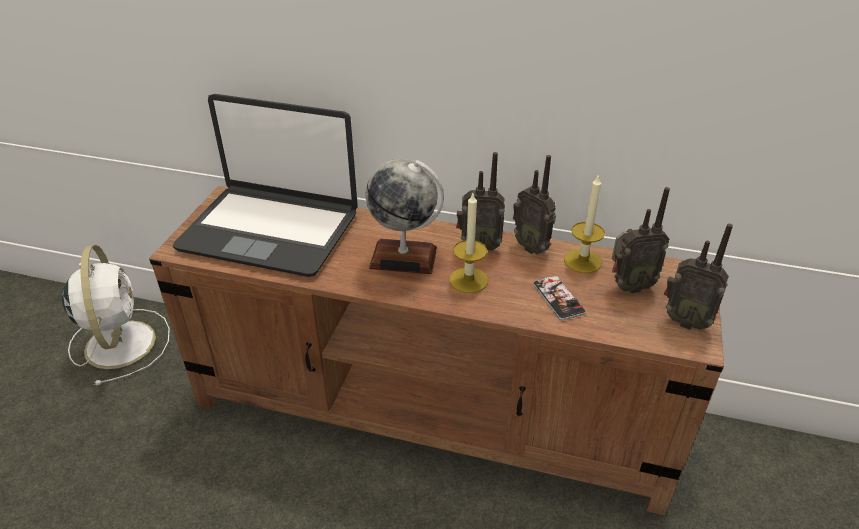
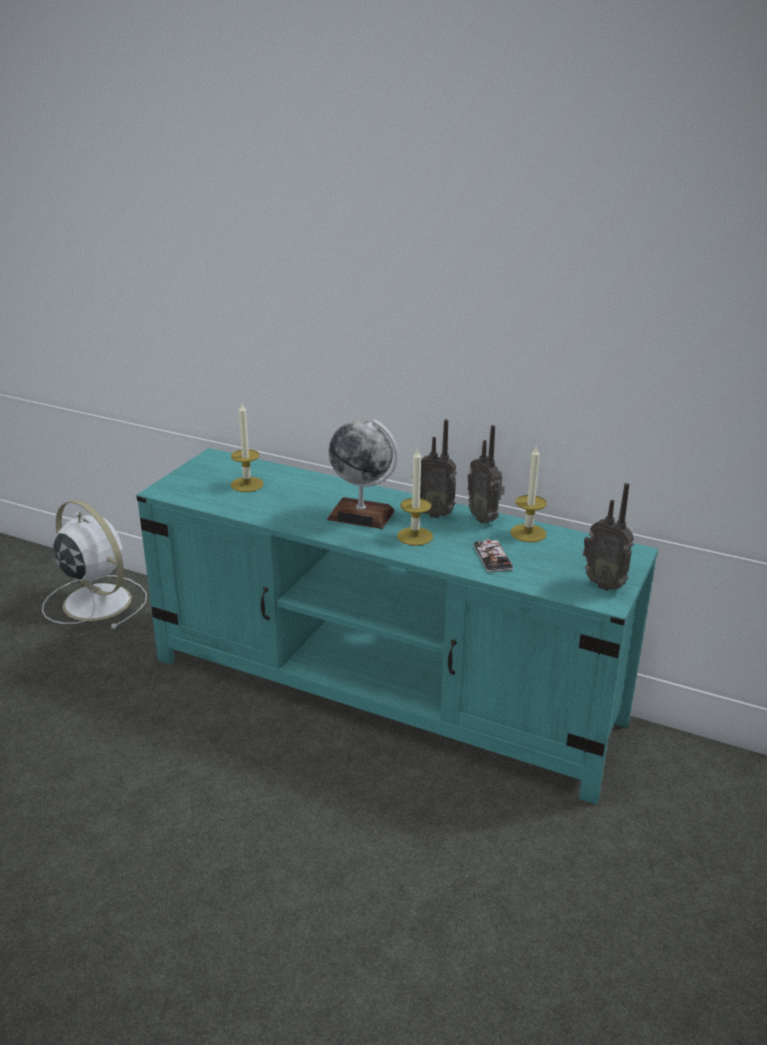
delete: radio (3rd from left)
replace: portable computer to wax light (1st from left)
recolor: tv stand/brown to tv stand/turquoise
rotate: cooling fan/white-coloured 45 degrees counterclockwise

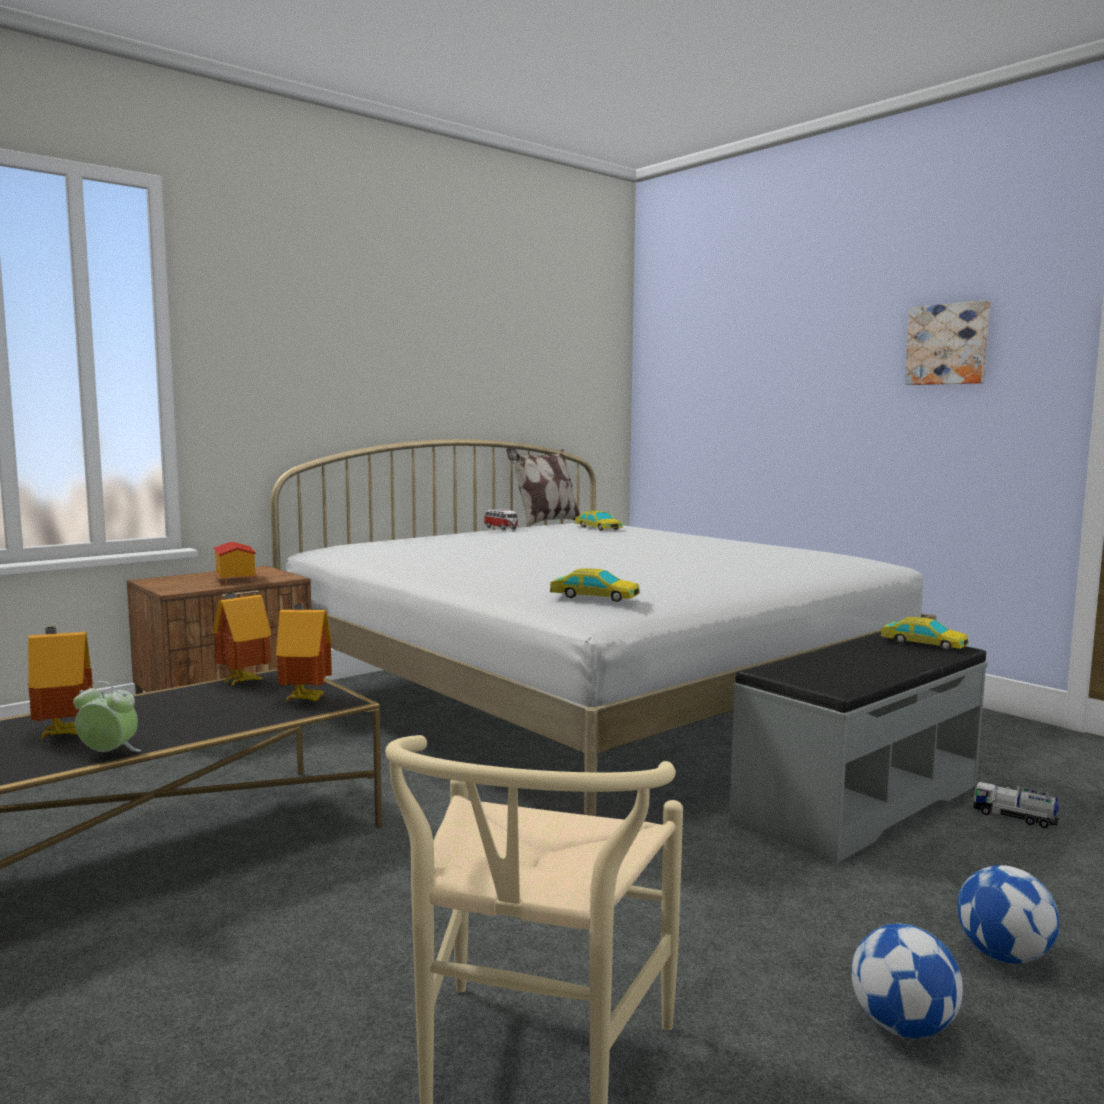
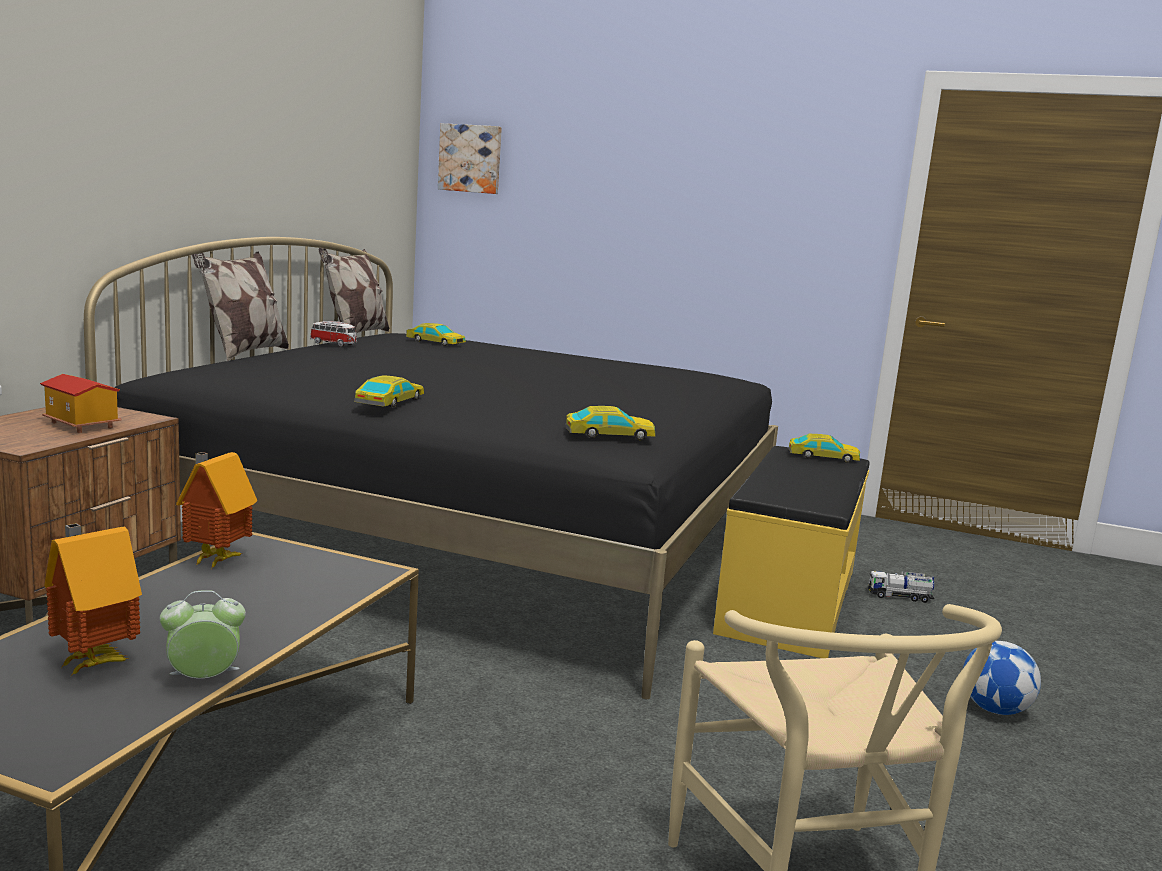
delete: miniature house (4th from left); football ball (1st from left)
insert: pillow (1st from left); miniature car (2nd from left)
move: wall art
recolor: sleeping bed/white-coloured to sleeping bed/black; bench/greyish to bench/yellow

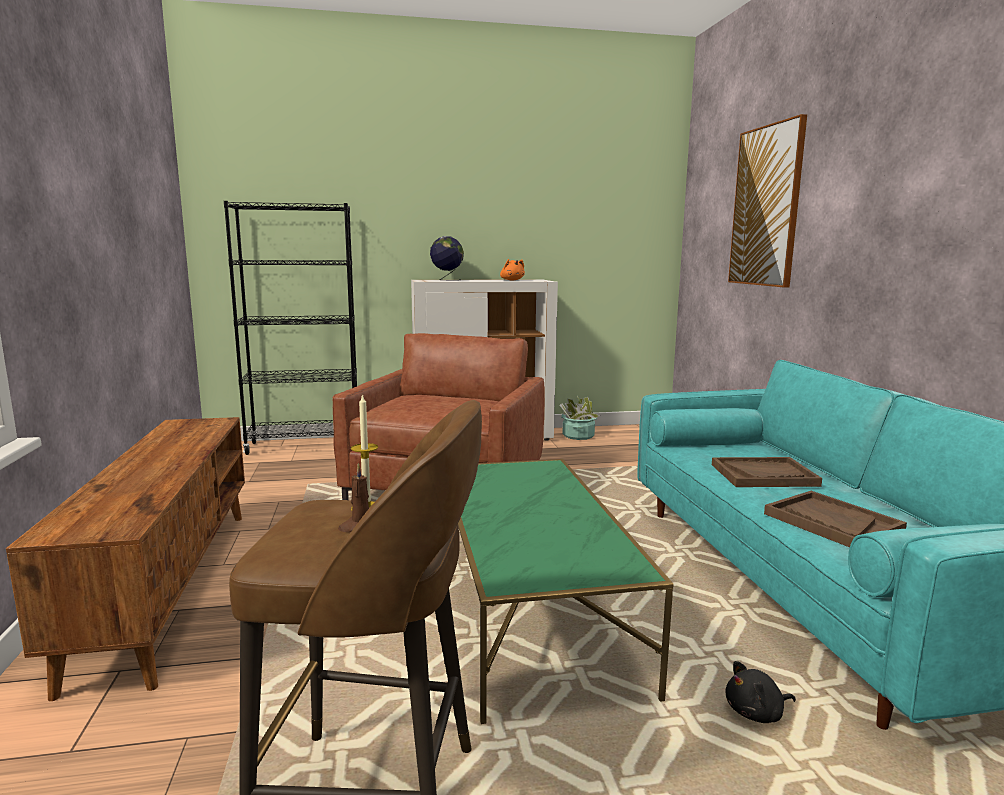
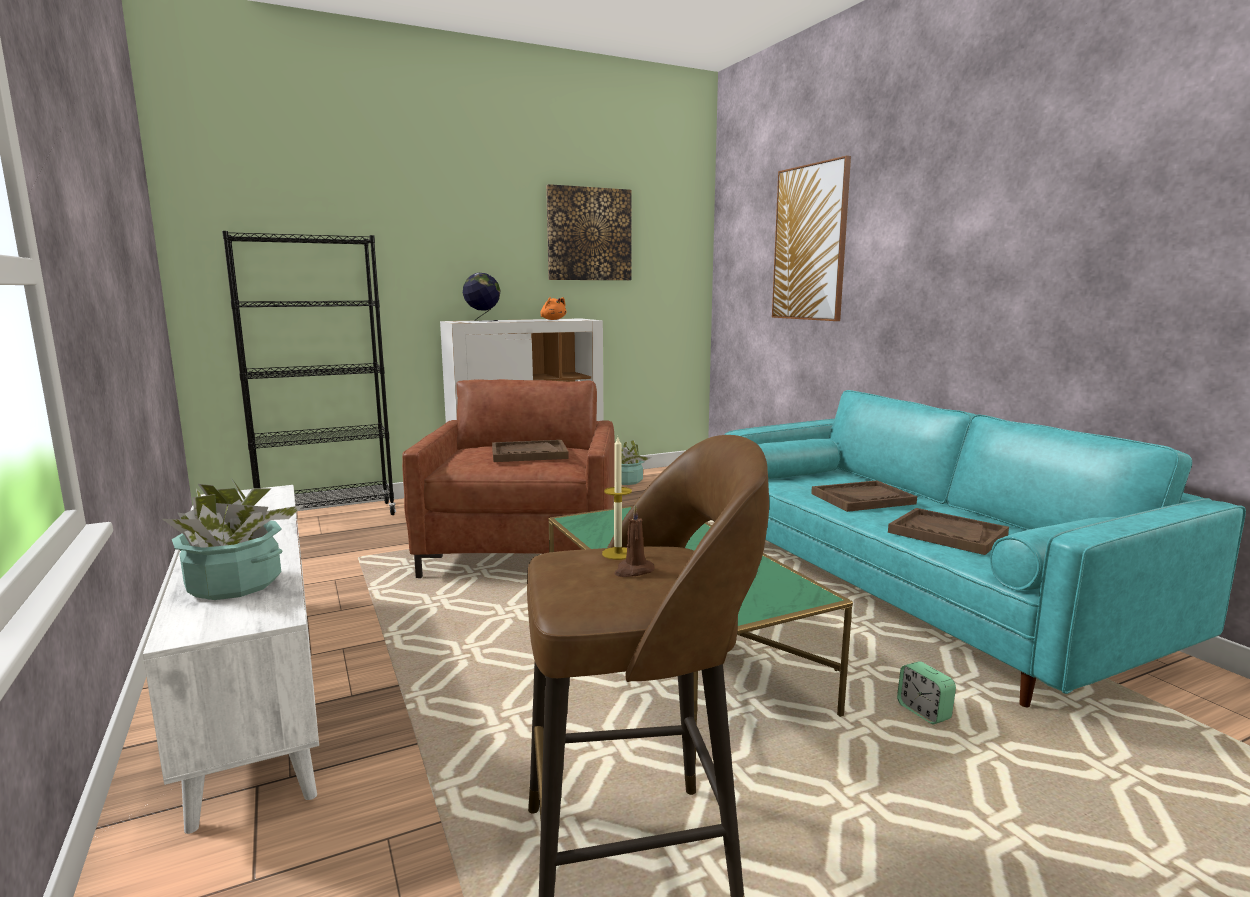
insert: potted plant (1st from left); carrying tray/brown (1st from left); wall art (1st from left)
replace: soft toy/black to alarm clock
recolor: tv stand/brown to tv stand/white-coloured

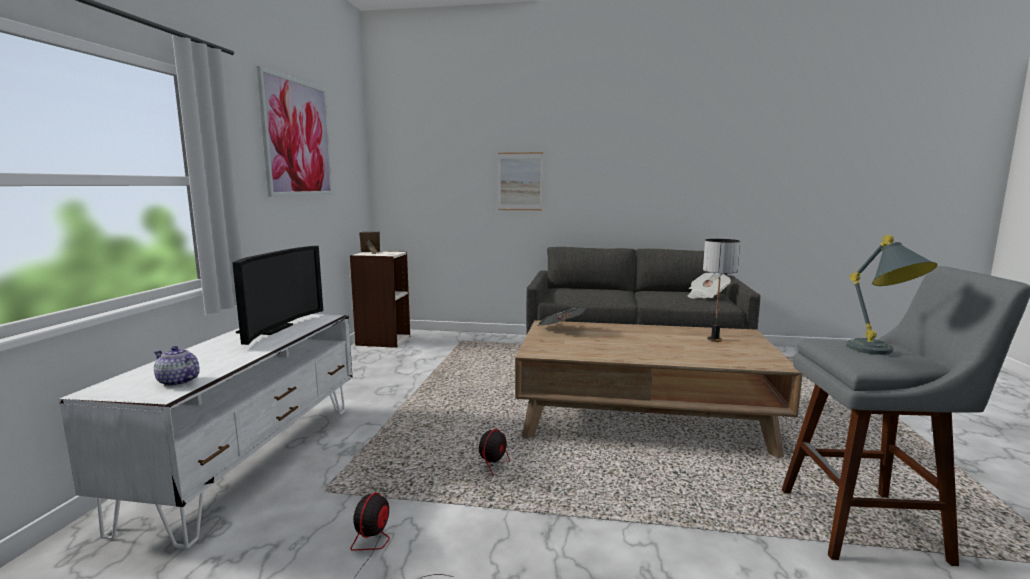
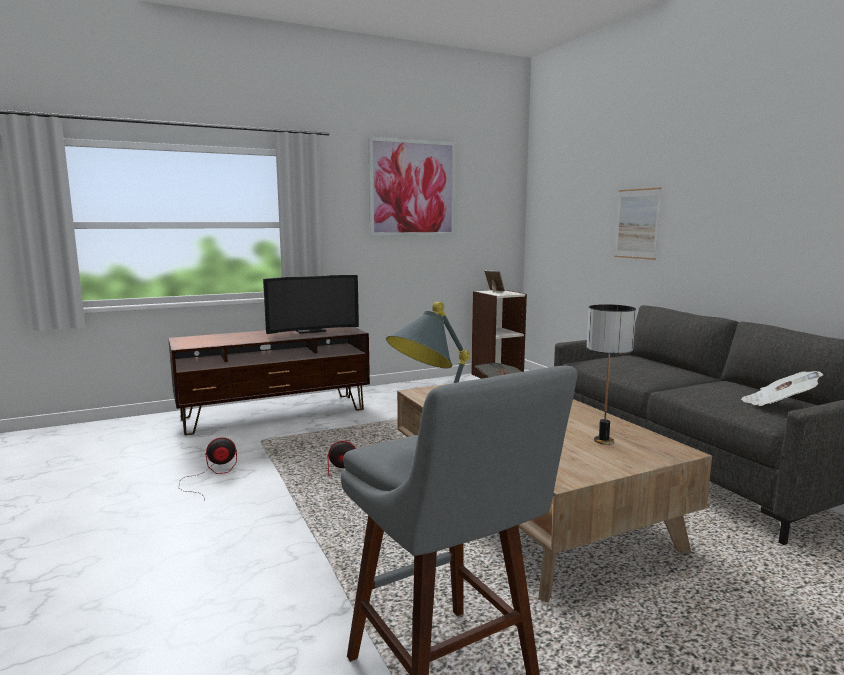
delete: tea pot
recolor: tv stand/white-coloured to tv stand/brown

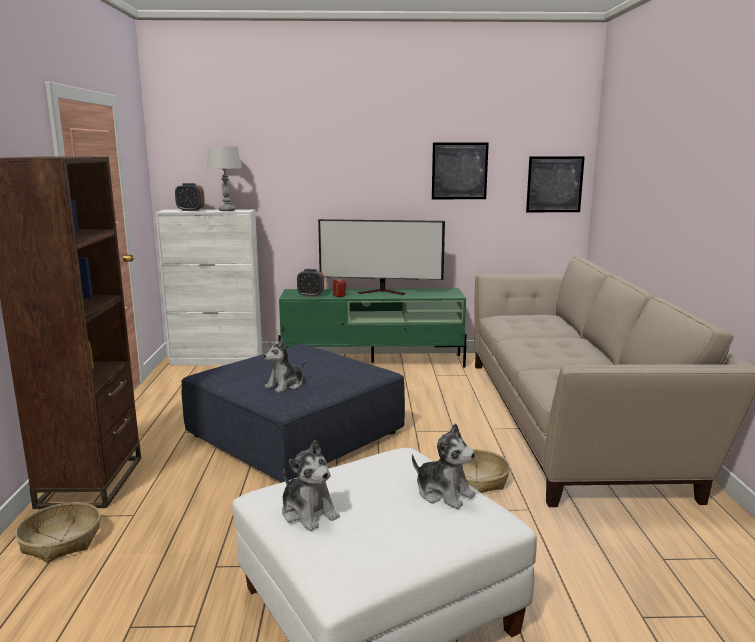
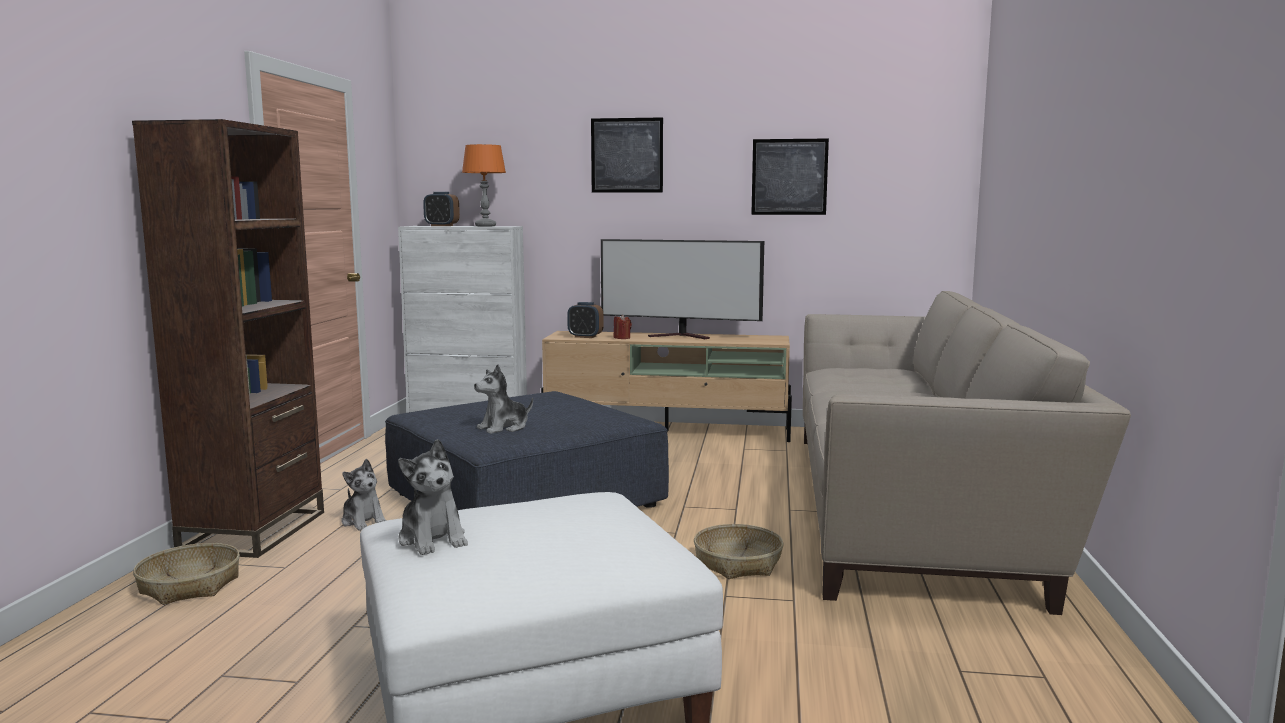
move: soft toy (3rd from left in the first image) to soft toy (1st from left); wall art (2nd from left in the first image) to wall art (1st from left)
recolor: tabletop lamp/greyish to tabletop lamp/orangey; tv stand/green-coloured to tv stand/beige

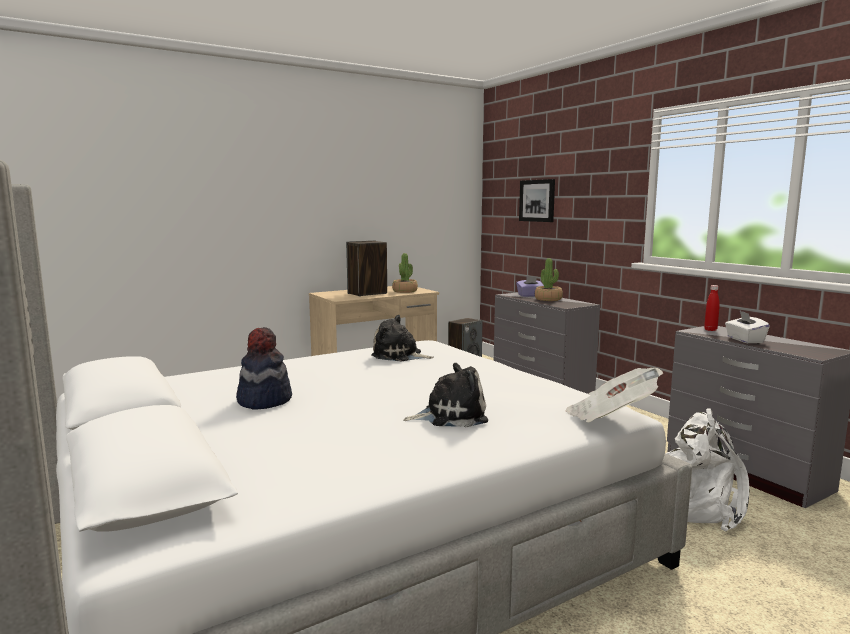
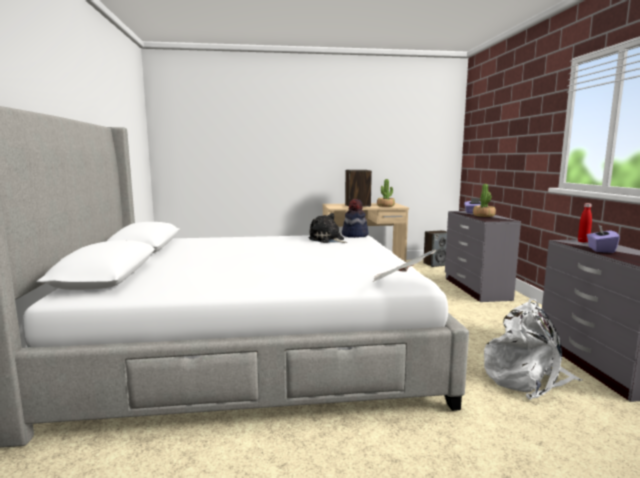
delete: soft toy (2nd from left); wall art
move: clothing hat
recolor: tissue holder/white-coloured to tissue holder/purplish (2nd from left)

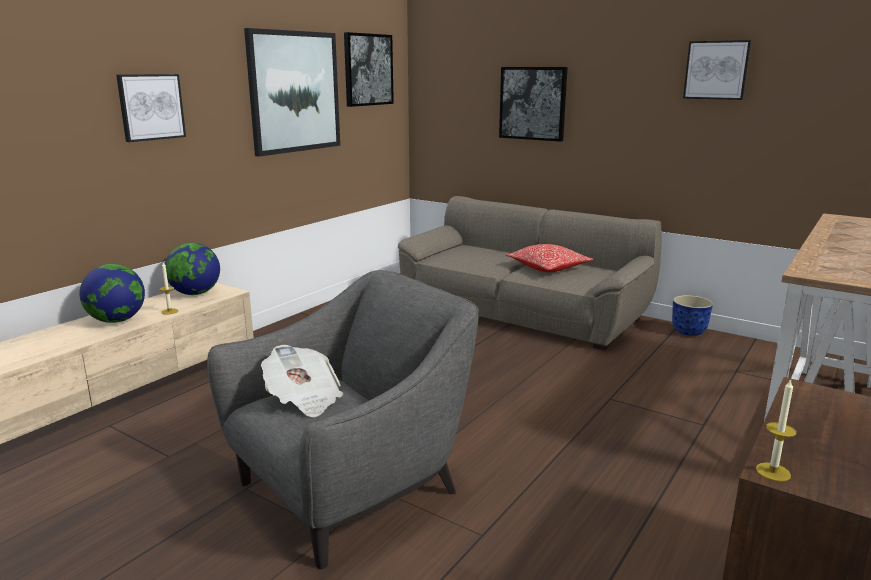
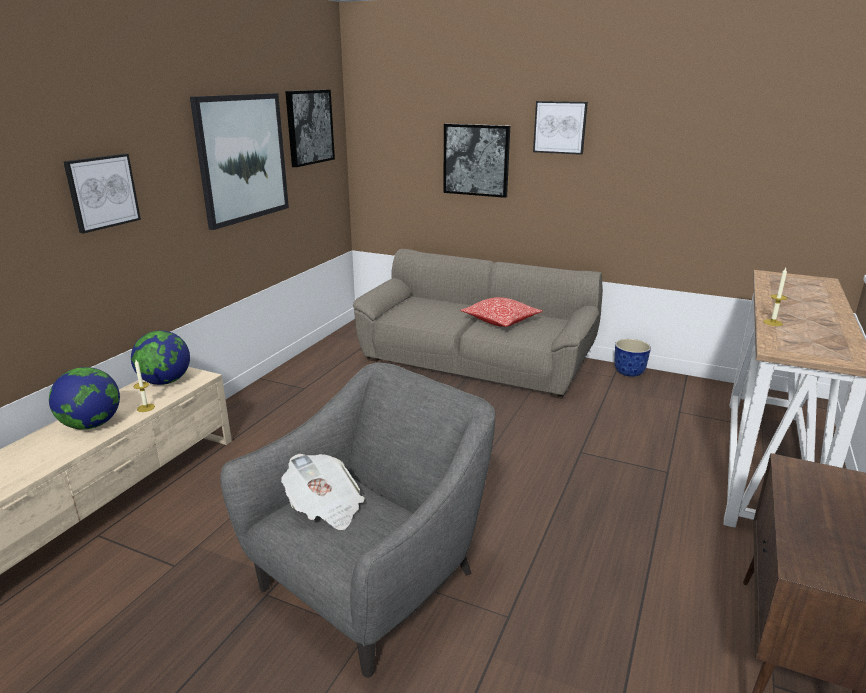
move: wall art (5th from left); wax light (2nd from left)

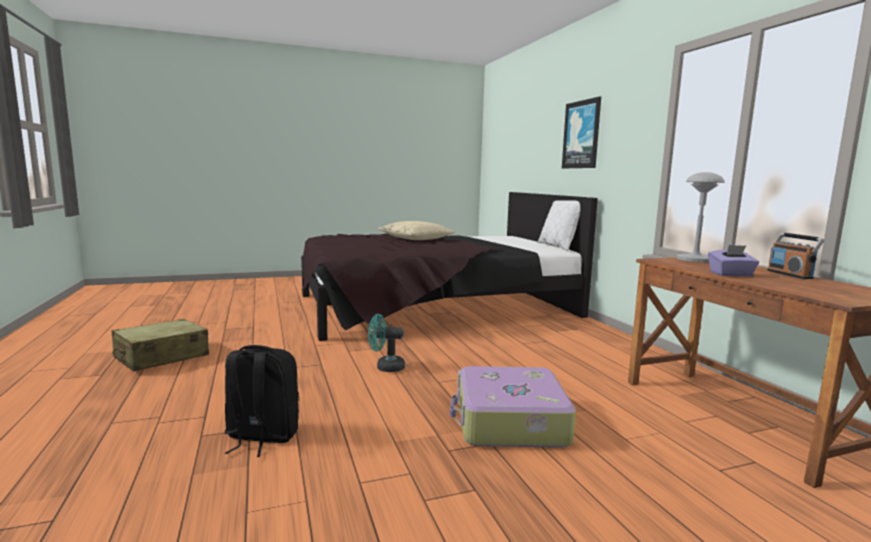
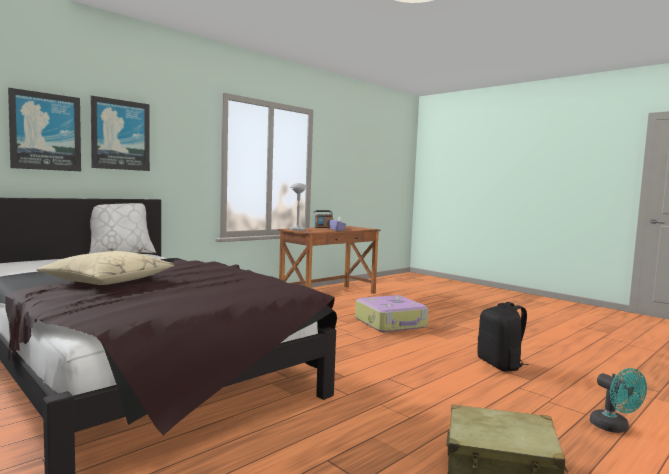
insert: wall art (1st from left)
move: cooling fan/turquoise

